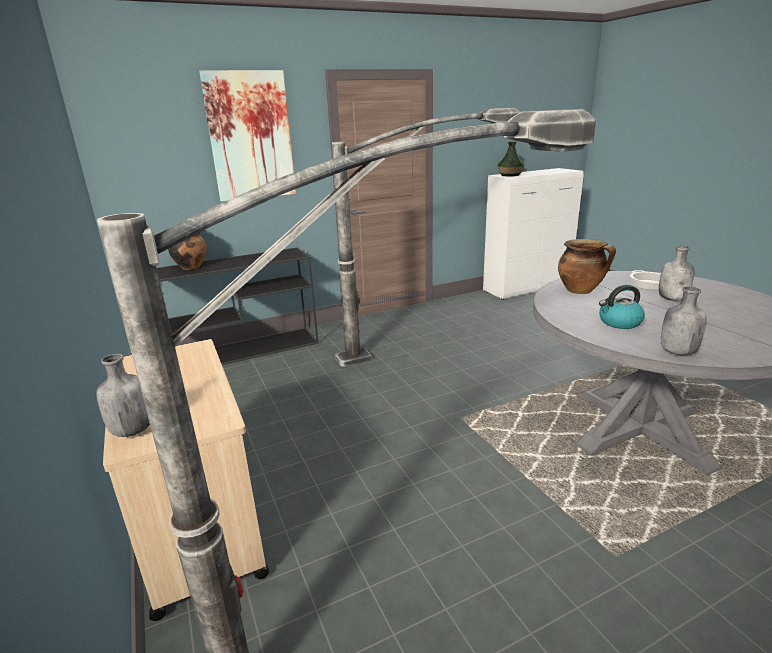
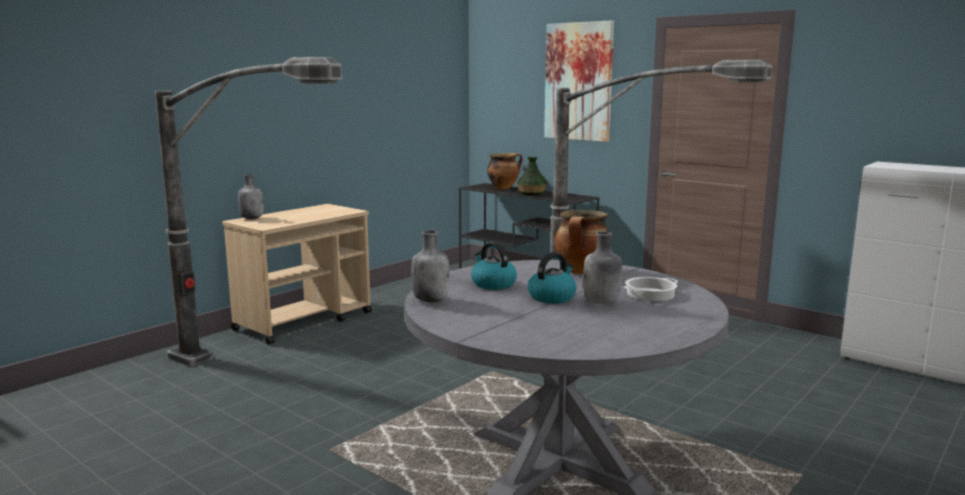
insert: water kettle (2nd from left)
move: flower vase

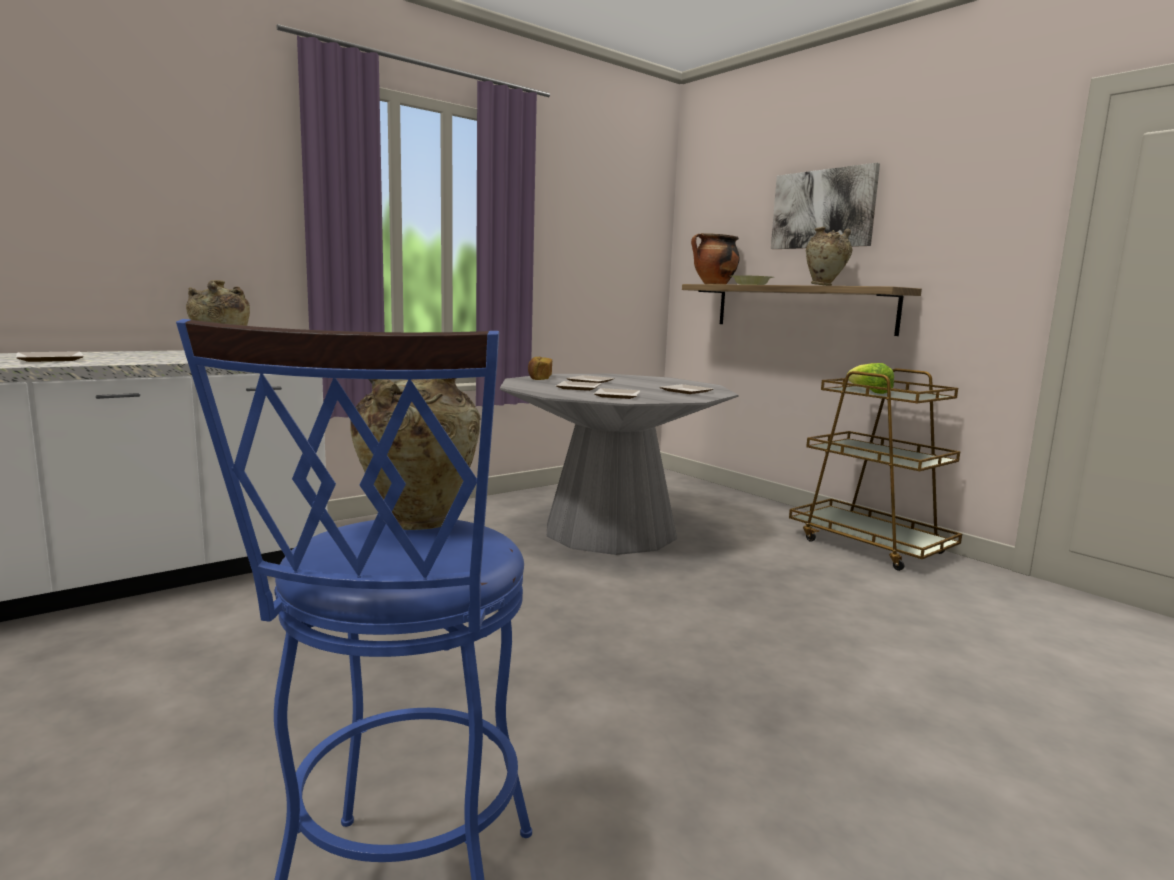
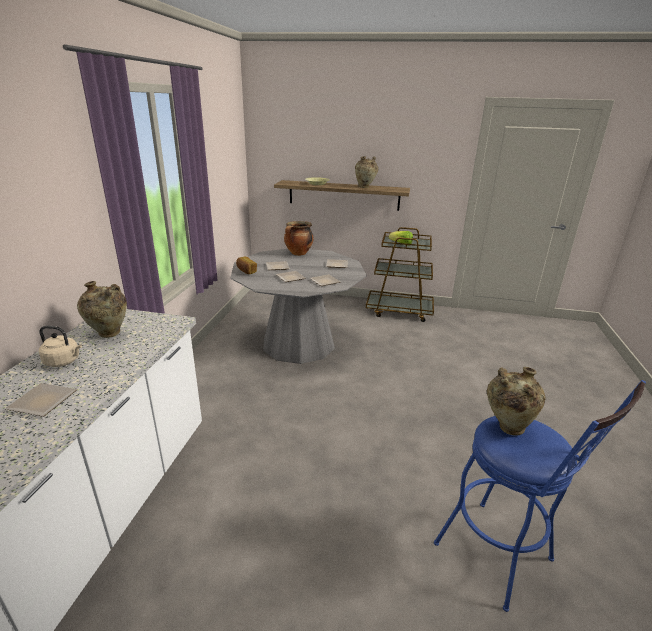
delete: wall art
insert: water kettle/beige
move: cooking pot

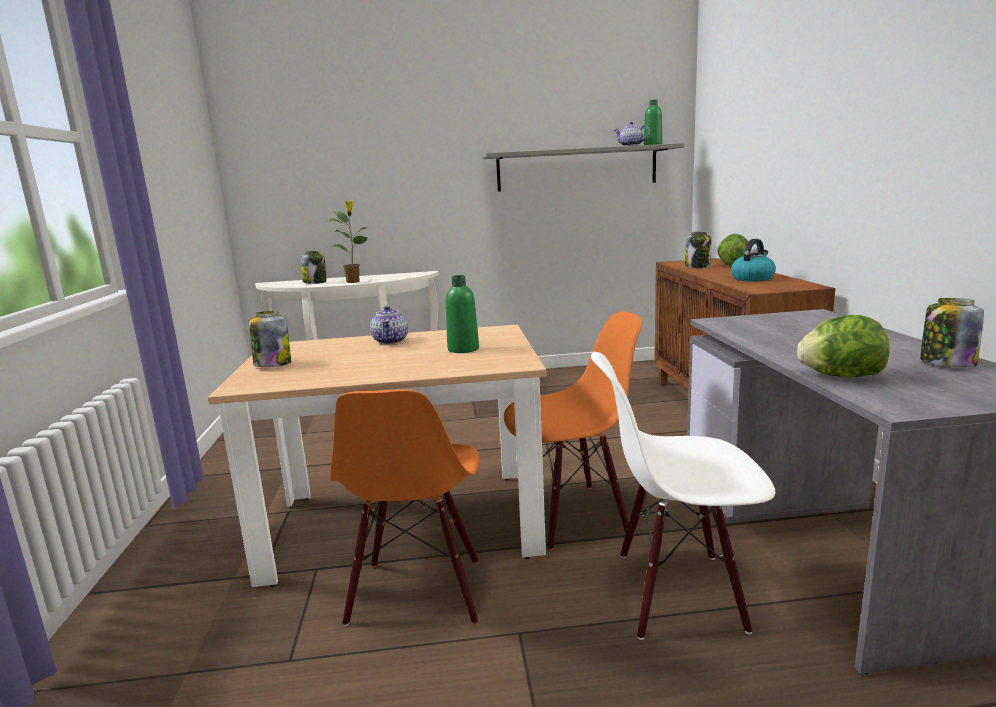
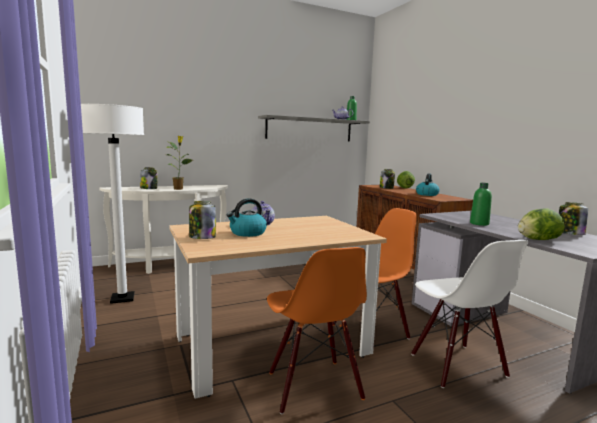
insert: floor lamp/white-coloured; water kettle (1st from left)
move: beverage bottle/green-coloured (1st from left in the first image) to beverage bottle/green-coloured (2nd from left)
rotate: plain chair/white-coloured 90 degrees counterclockwise

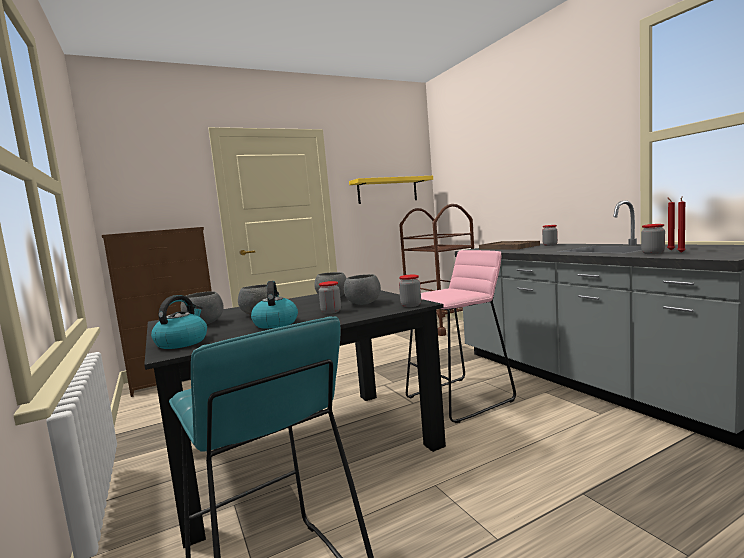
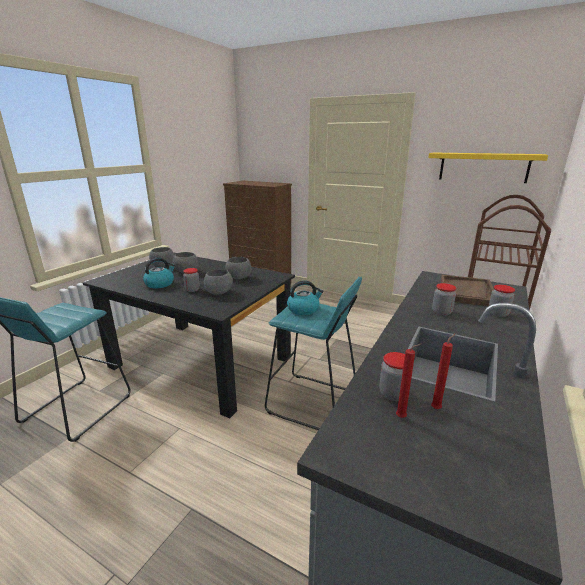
move: water kettle (1st from left in the first image) to water kettle (2nd from left); storage jar (2nd from left in the first image) to storage jar (3rd from left)
recolor: stool seat/pink to stool seat/turquoise (2nd from left)

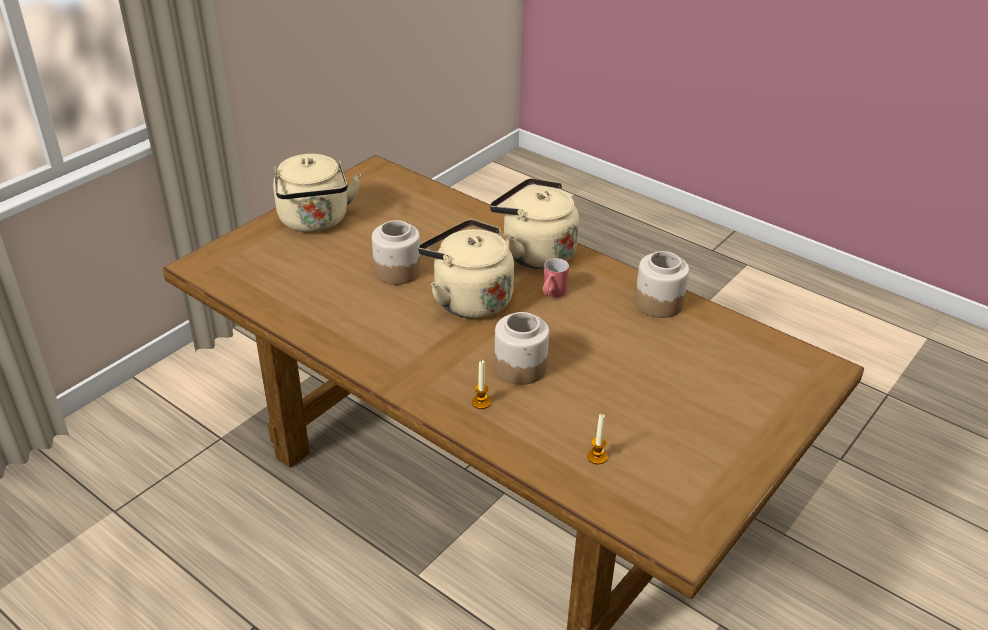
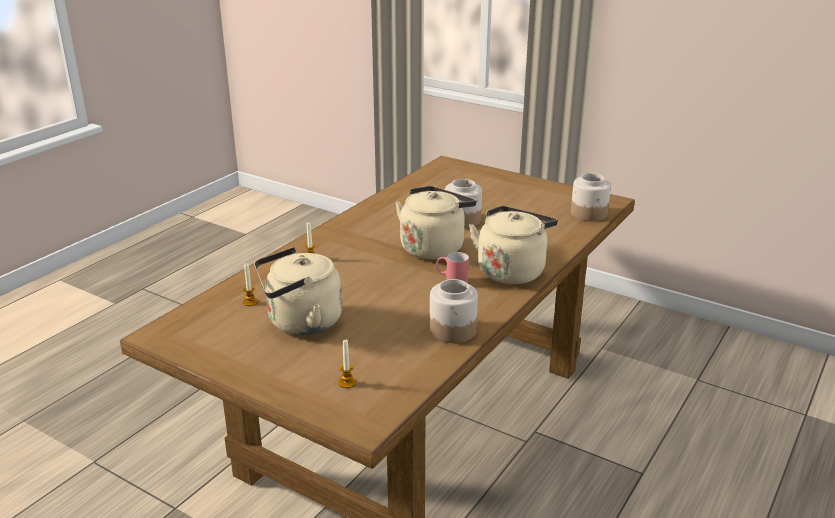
insert: wax light (3rd from left)
move: water kettle/beige (1st from left); storage jar (2nd from left in the first image) to storage jar (3rd from left)

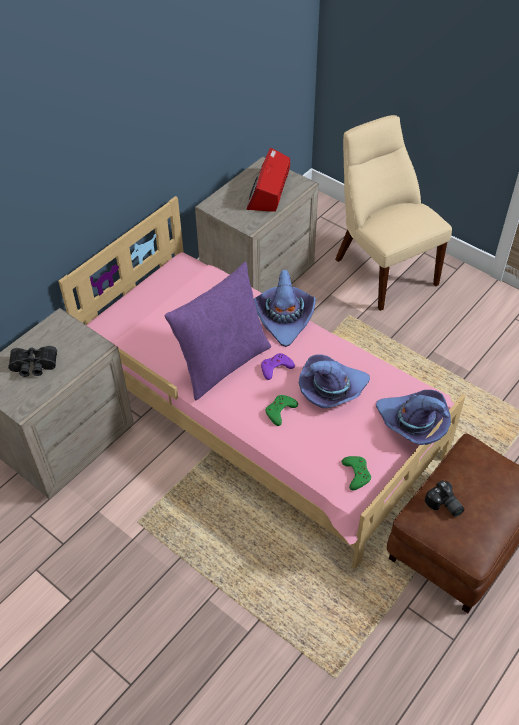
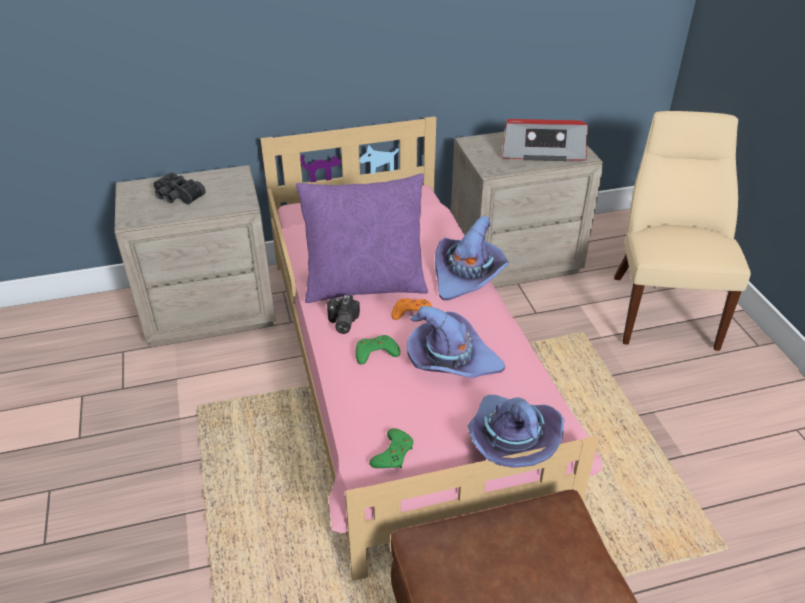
move: still camera
recolor: gamepad/purplish to gamepad/orangey
rotate: radio 135 degrees counterclockwise

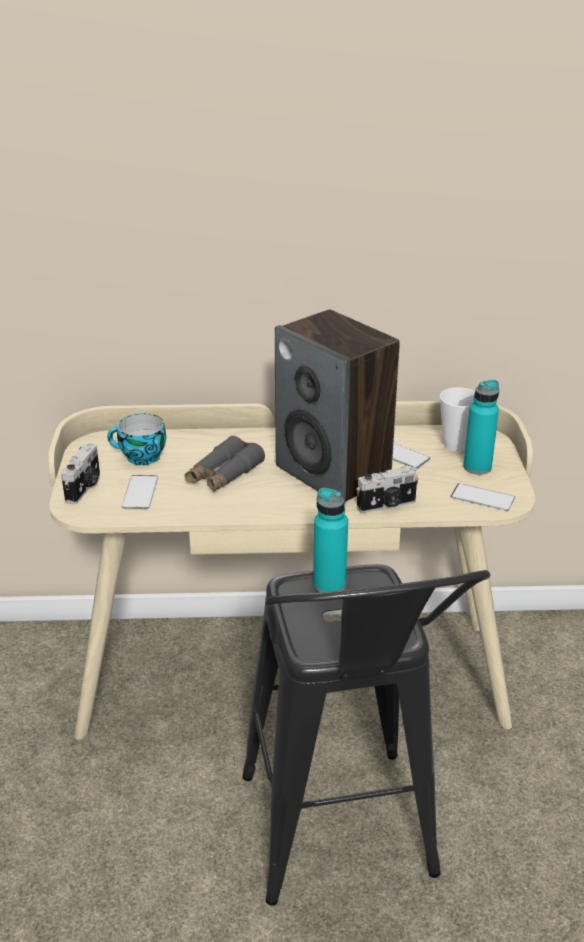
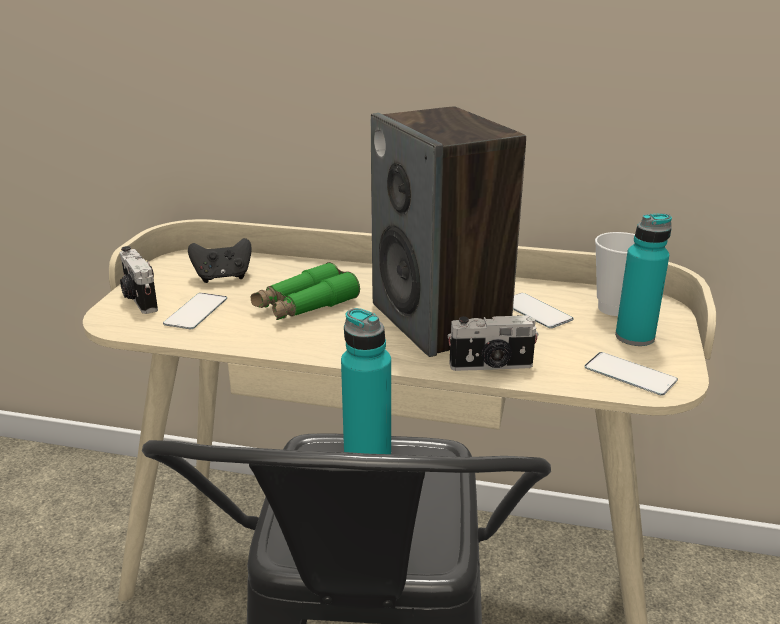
replace: cup (1st from left) to gamepad/black
recolor: binoculars/greyish to binoculars/green-coloured
rotate: still camera (1st from left) 120 degrees clockwise

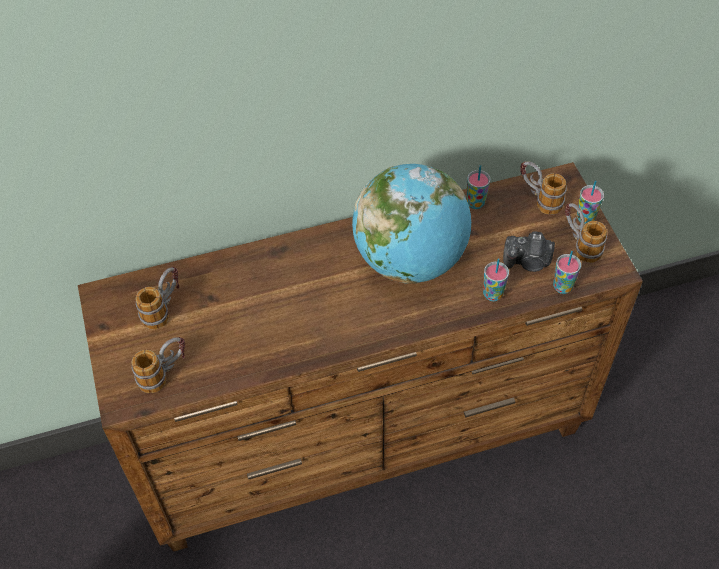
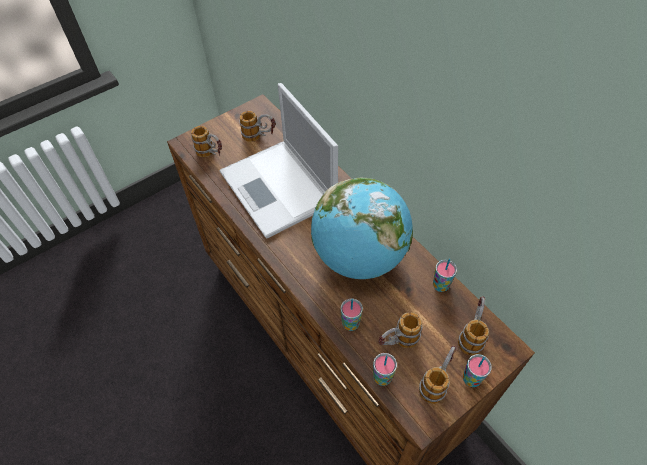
insert: portable computer
replace: still camera to tea mug (3rd from left)

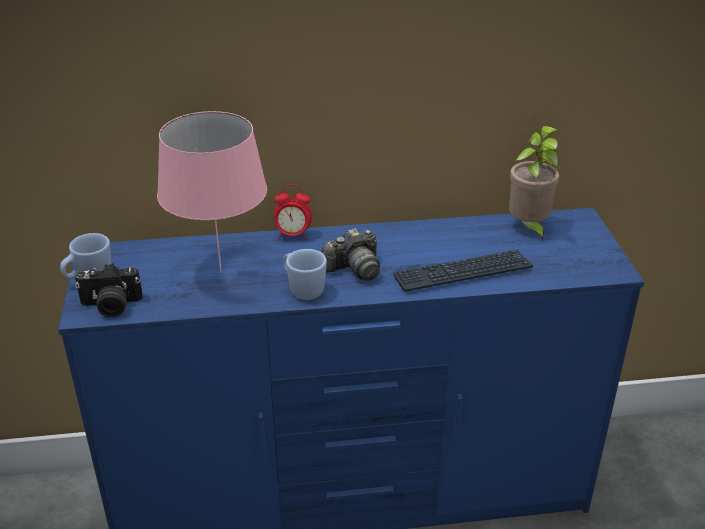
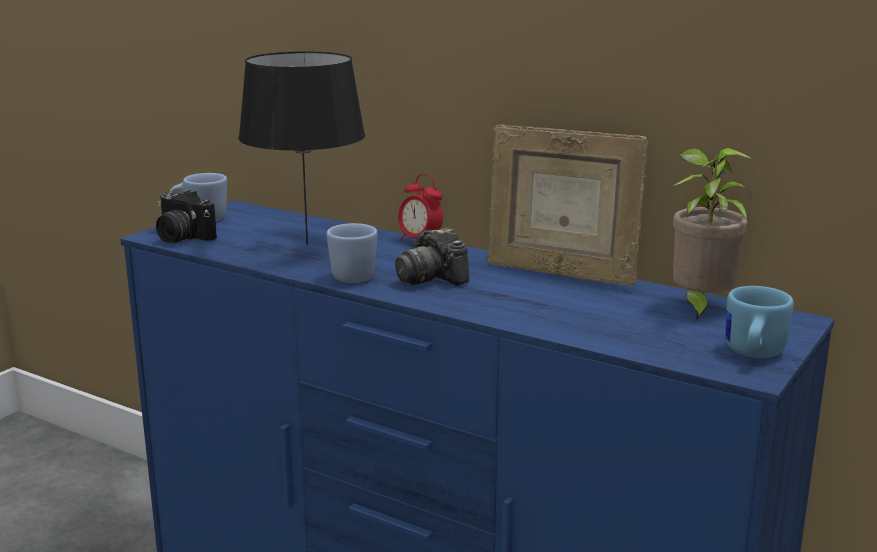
delete: keyboard
insert: photo frame; tea mug/blue (3rd from left)
recolor: tabletop lamp/pink to tabletop lamp/black
rotate: still camera (2nd from left) 45 degrees clockwise

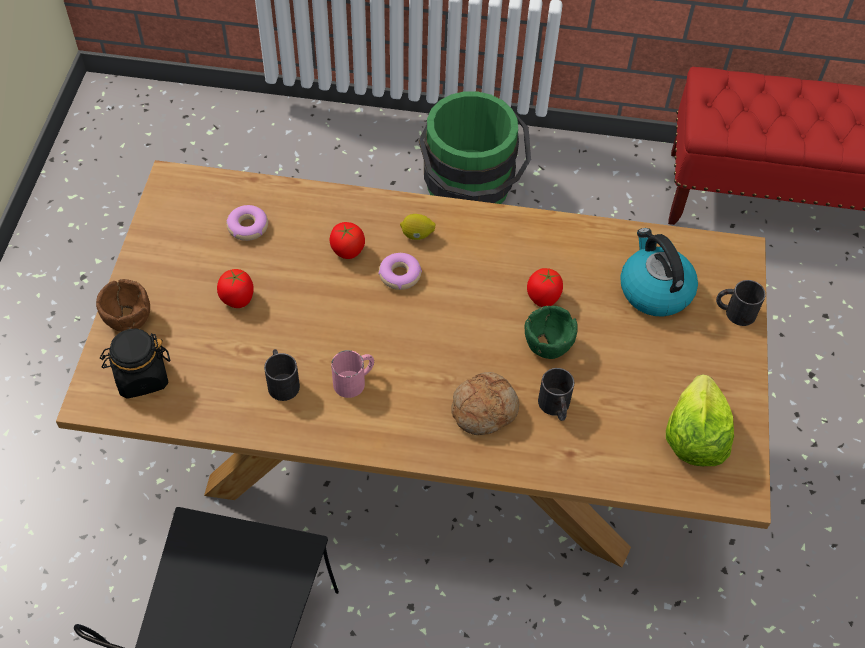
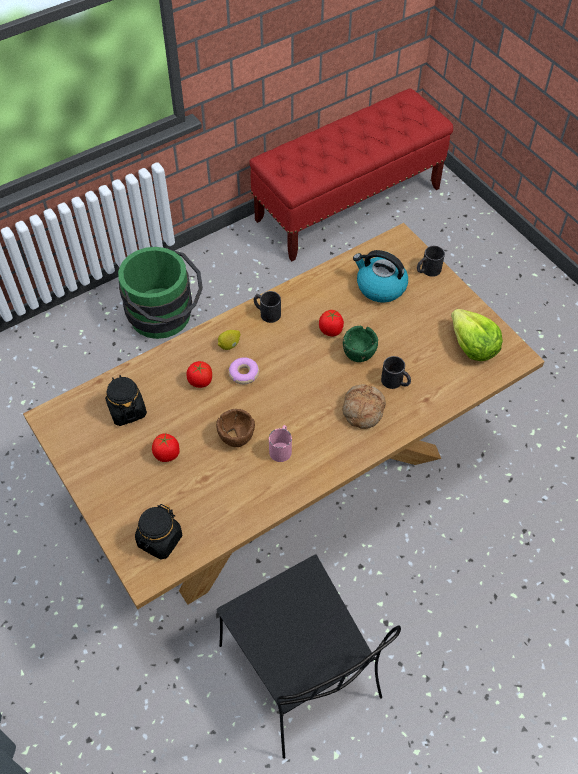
move: bowl/brown; tea mug/black (1st from left)
replace: doughnut (1st from left) to storage jar/black (1st from left)

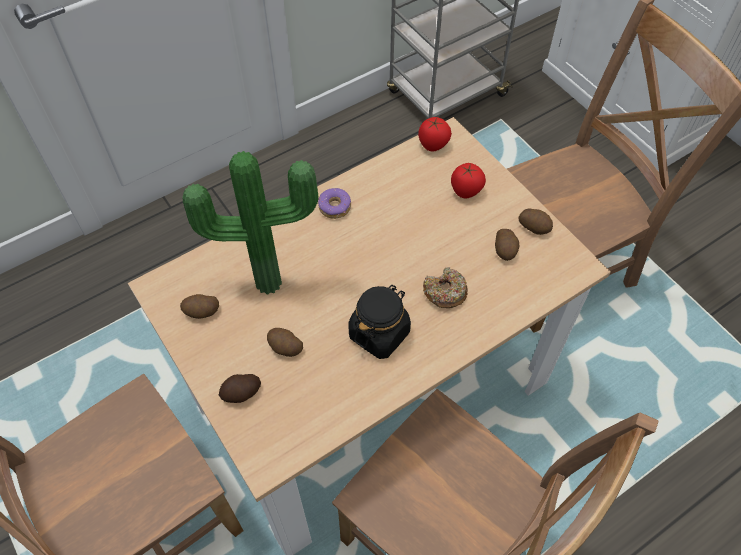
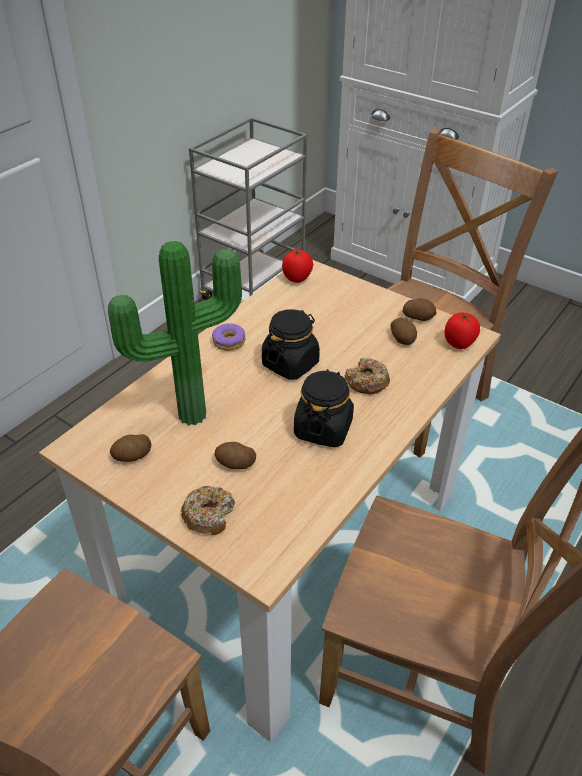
insert: storage jar/black (1st from left)
move: fresh tomato (2nd from left)
replace: potato (2nd from left) to doughnut (1st from left)

